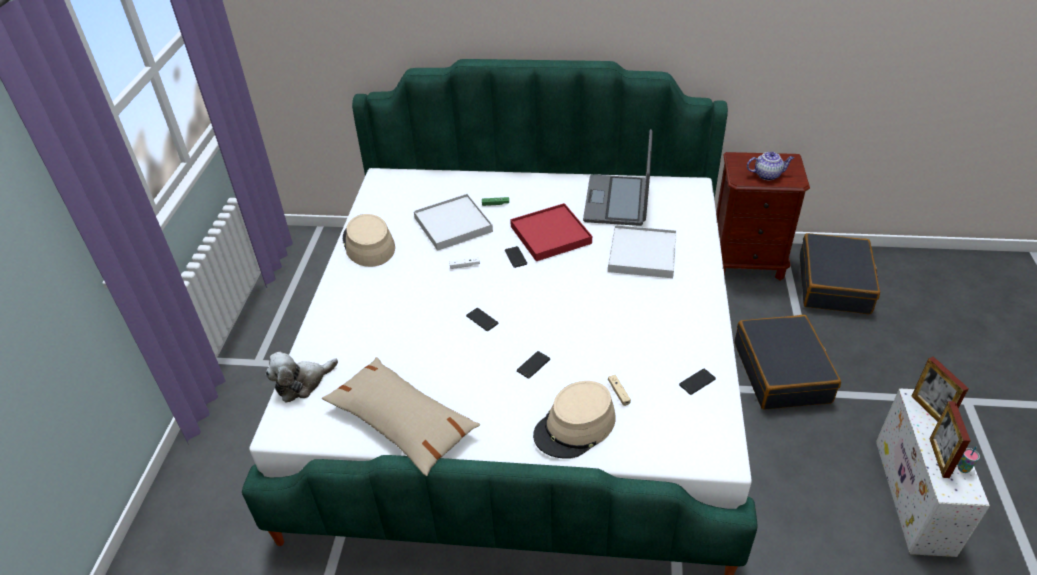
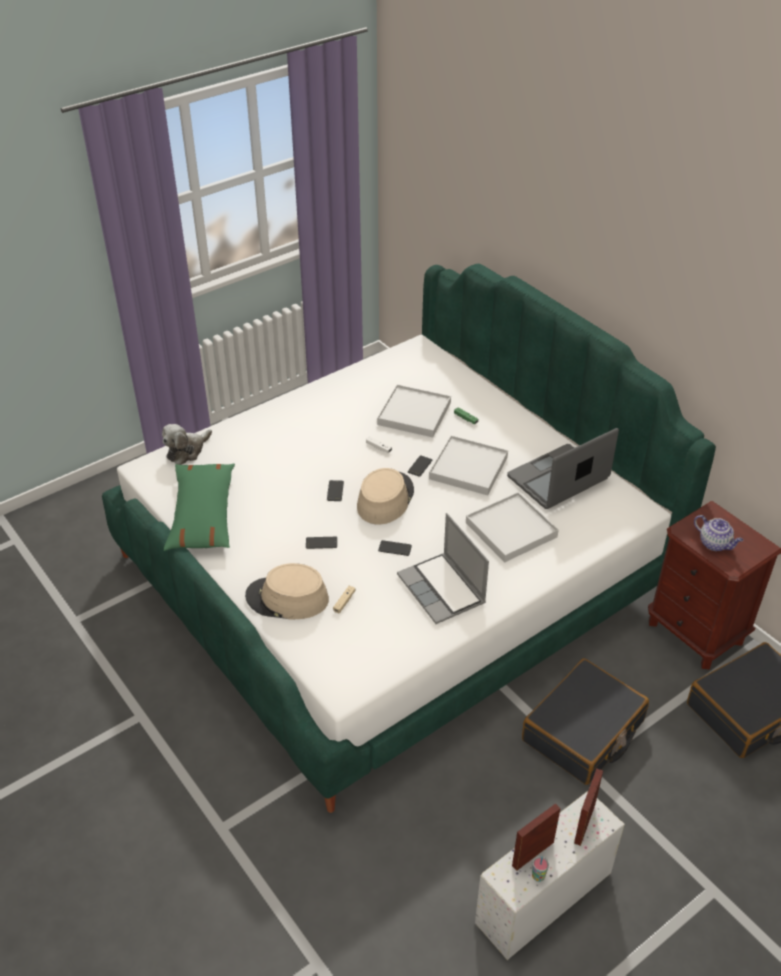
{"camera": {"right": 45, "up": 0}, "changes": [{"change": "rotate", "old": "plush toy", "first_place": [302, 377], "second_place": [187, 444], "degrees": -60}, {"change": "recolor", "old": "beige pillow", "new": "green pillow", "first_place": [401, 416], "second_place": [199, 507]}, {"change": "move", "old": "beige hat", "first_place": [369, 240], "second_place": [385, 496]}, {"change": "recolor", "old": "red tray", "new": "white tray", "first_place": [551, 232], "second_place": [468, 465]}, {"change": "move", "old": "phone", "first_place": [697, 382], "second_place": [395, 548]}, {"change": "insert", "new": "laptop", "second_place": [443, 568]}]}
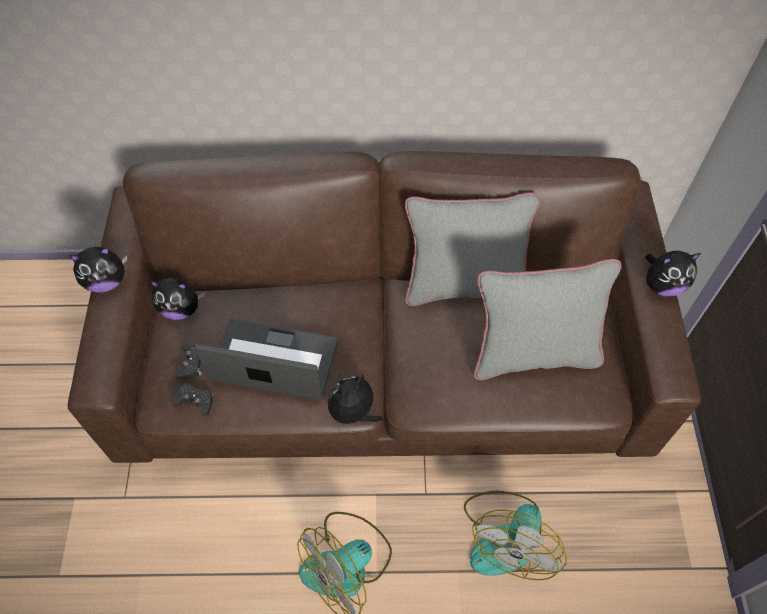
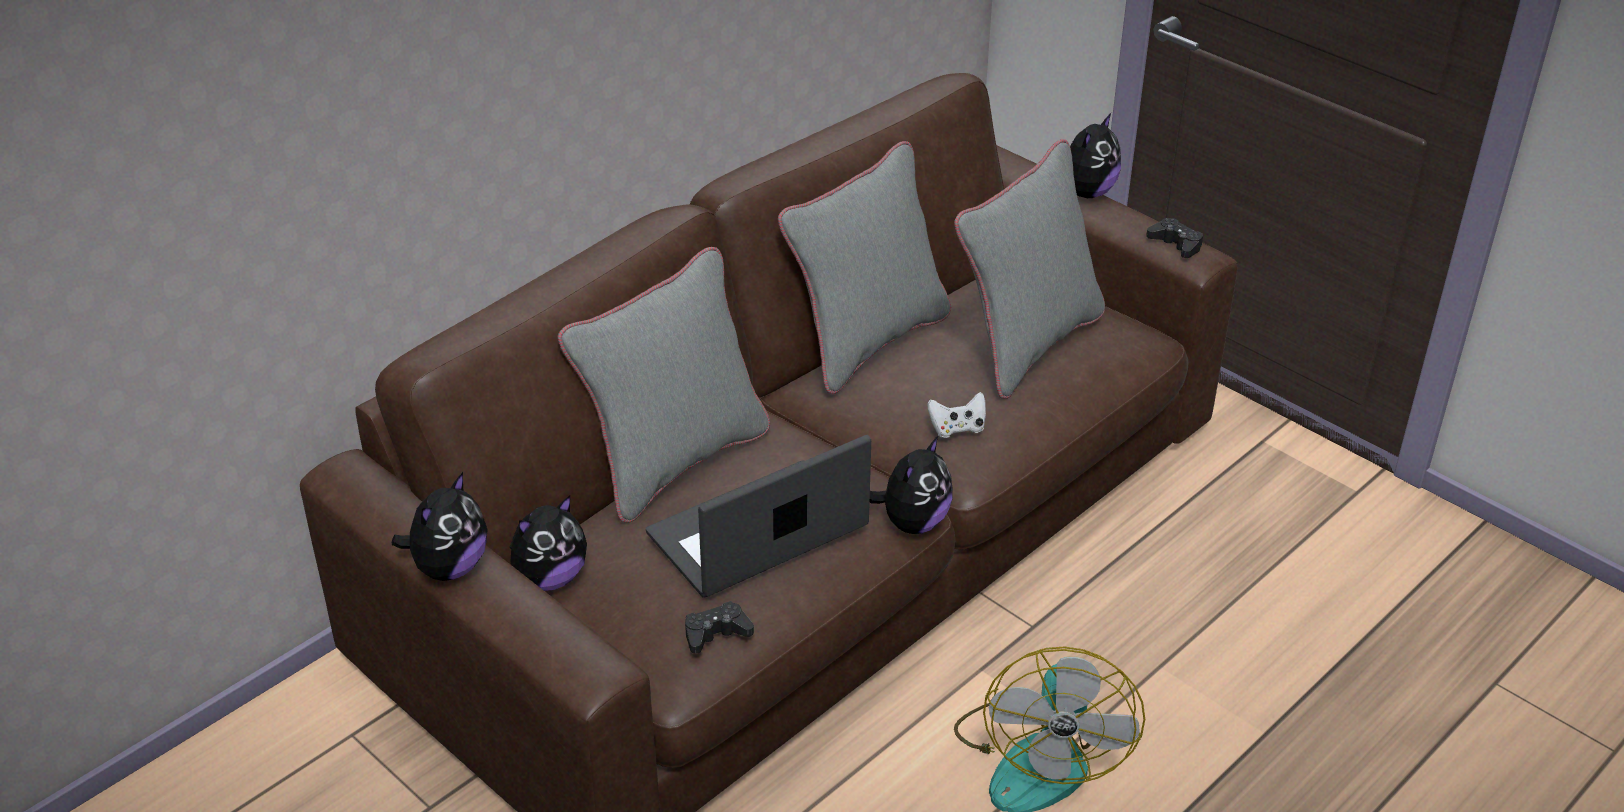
{"camera": {"right": -45, "up": -20}, "changes": [{"change": "move", "old": "black game controller", "first_place": [188, 360], "second_place": [1174, 238]}, {"change": "rotate", "old": "plush toy", "first_place": [355, 401], "second_place": [911, 485], "degrees": -150}, {"change": "delete", "old": "fan", "first_place": [515, 535]}, {"change": "insert", "new": "grey pillow", "second_place": [663, 385]}, {"change": "insert", "new": "white game controller", "second_place": [956, 415]}]}
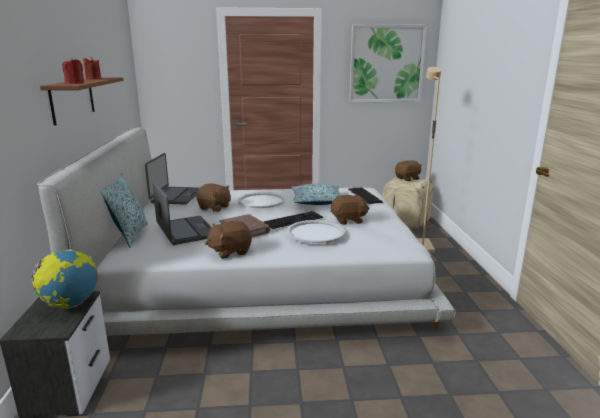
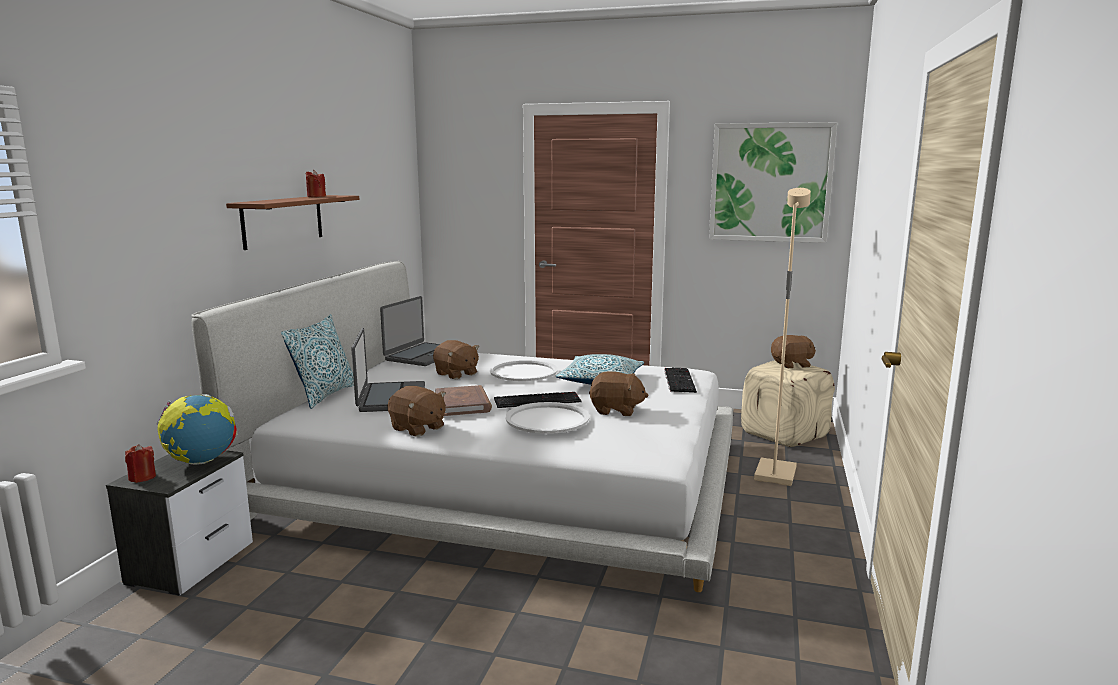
{"camera": {"right": 20, "up": -5}, "changes": [{"change": "move", "old": "red candle", "first_place": [73, 71], "second_place": [140, 463]}, {"change": "rotate", "old": "brown plush toy", "first_place": [228, 240], "second_place": [416, 411], "degrees": -135}]}
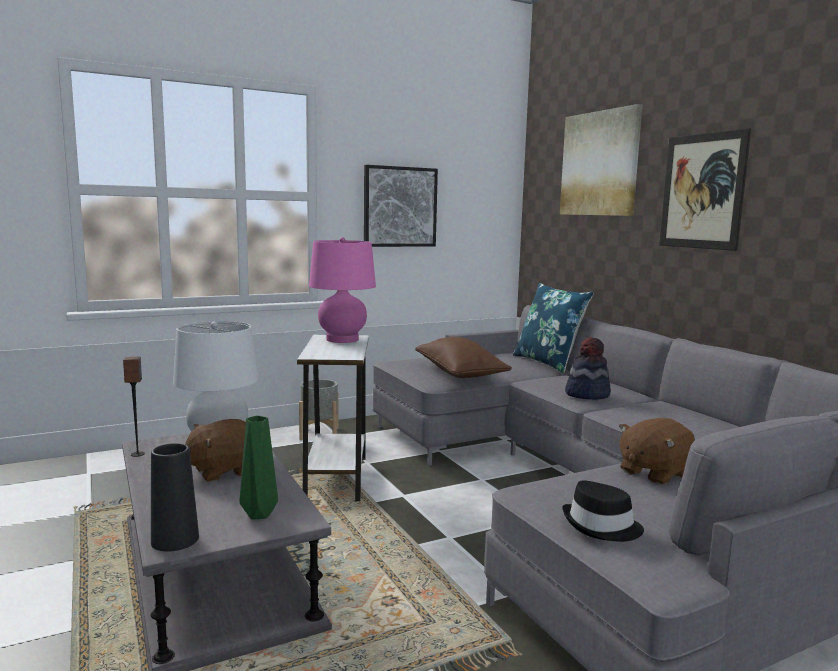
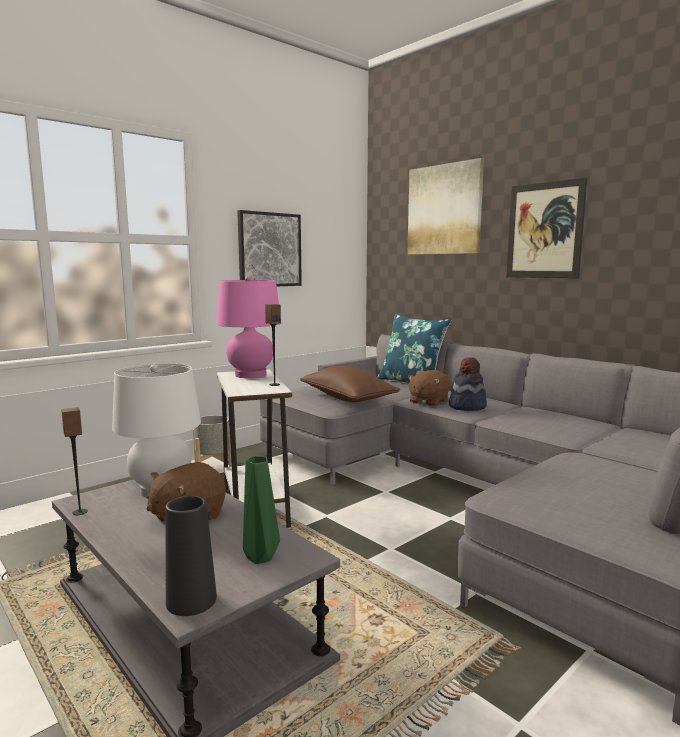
{"camera": {"right": -15, "up": 0}, "changes": [{"change": "delete", "old": "black hat", "first_place": [603, 511]}, {"change": "move", "old": "brown plush toy", "first_place": [657, 451], "second_place": [428, 388]}, {"change": "insert", "new": "speaker", "second_place": [273, 345]}]}
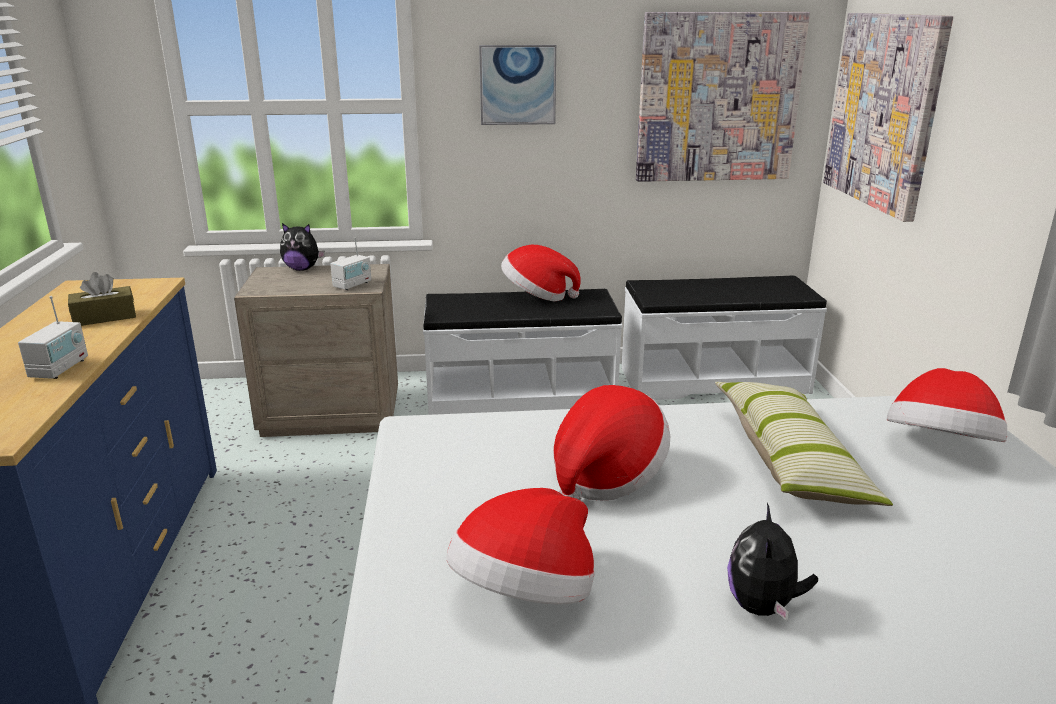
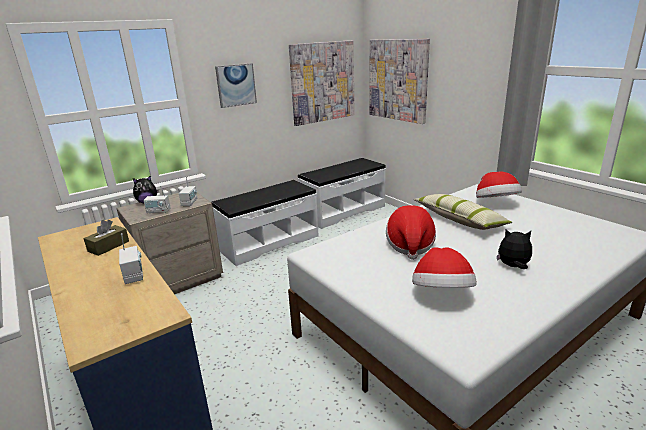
{"camera": {"right": -30, "up": 0}, "changes": [{"change": "delete", "old": "hat", "first_place": [541, 273]}, {"change": "rotate", "old": "plush toy", "first_place": [772, 562], "second_place": [514, 249], "degrees": 120}, {"change": "insert", "new": "radio", "second_place": [157, 200]}]}
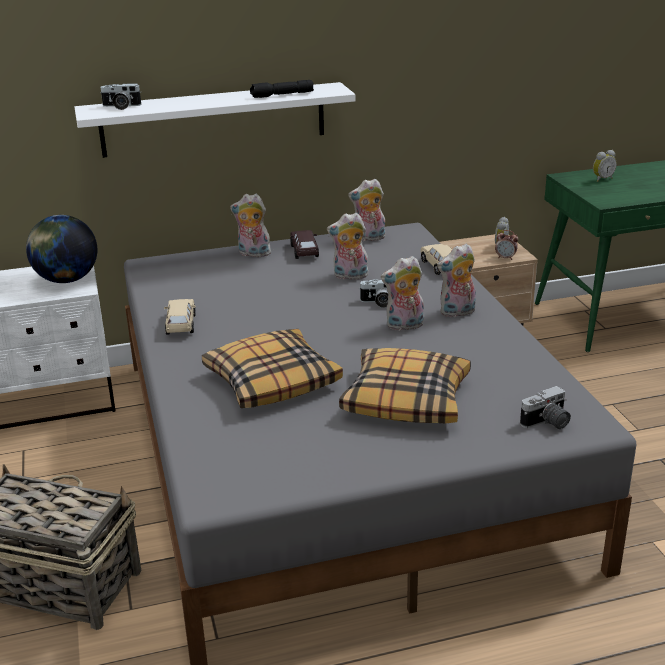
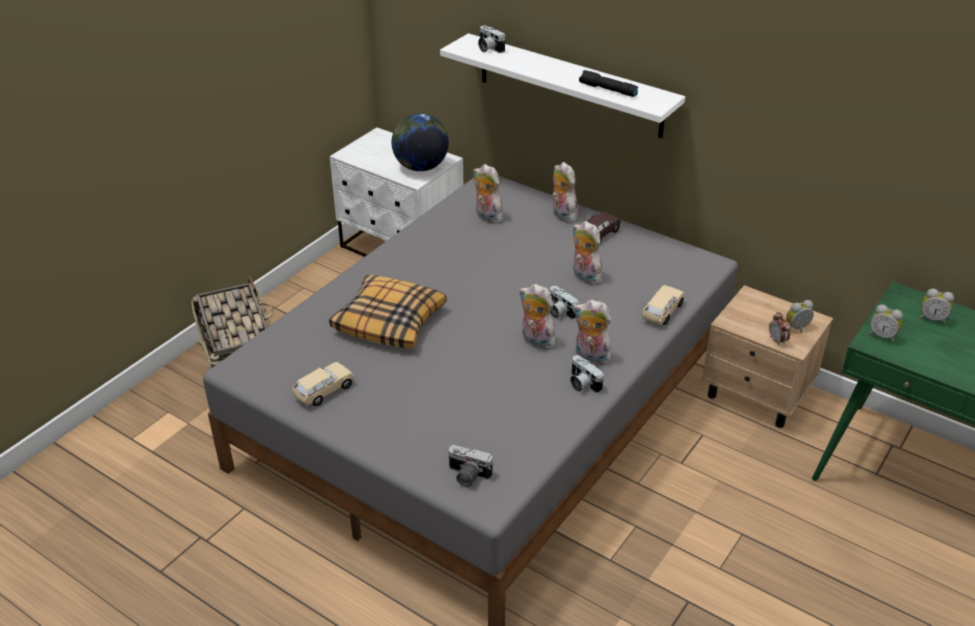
{"camera": {"right": 50, "up": 10}, "changes": [{"change": "move", "old": "beige toy car", "first_place": [180, 317], "second_place": [323, 384]}, {"change": "delete", "old": "pillow", "first_place": [405, 385]}, {"change": "move", "old": "plush toy", "first_place": [367, 210], "second_place": [488, 194]}, {"change": "insert", "new": "photo camera", "second_place": [587, 374]}, {"change": "insert", "new": "alarm clock", "second_place": [886, 324]}]}
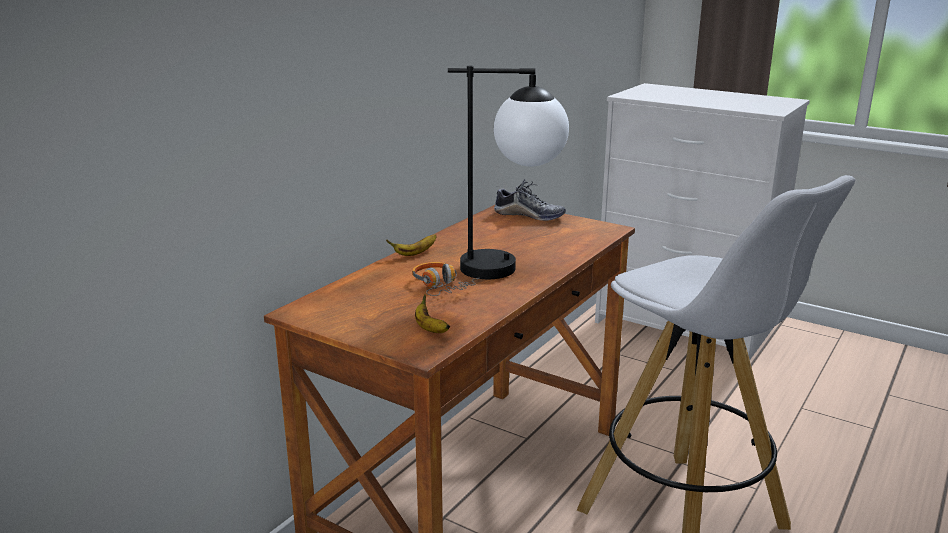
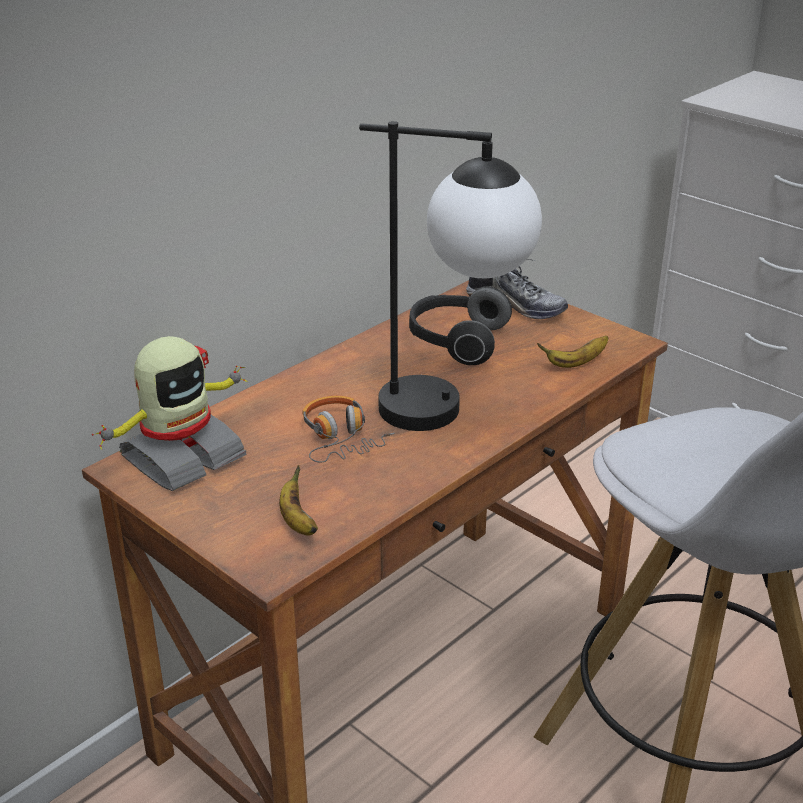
{"camera": {"right": 10, "up": 10}, "changes": [{"change": "move", "old": "banana", "first_place": [411, 245], "second_place": [572, 352]}, {"change": "insert", "new": "toy robot", "second_place": [170, 413]}, {"change": "insert", "new": "headphones", "second_place": [460, 325]}]}
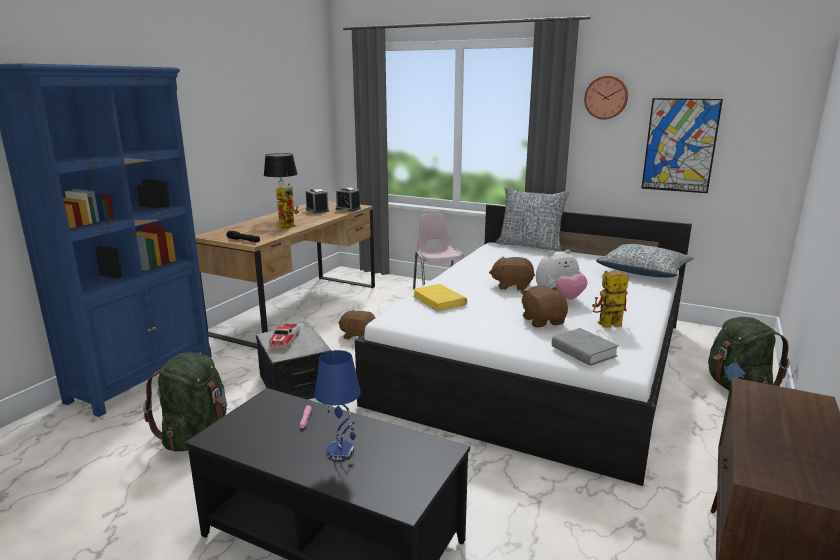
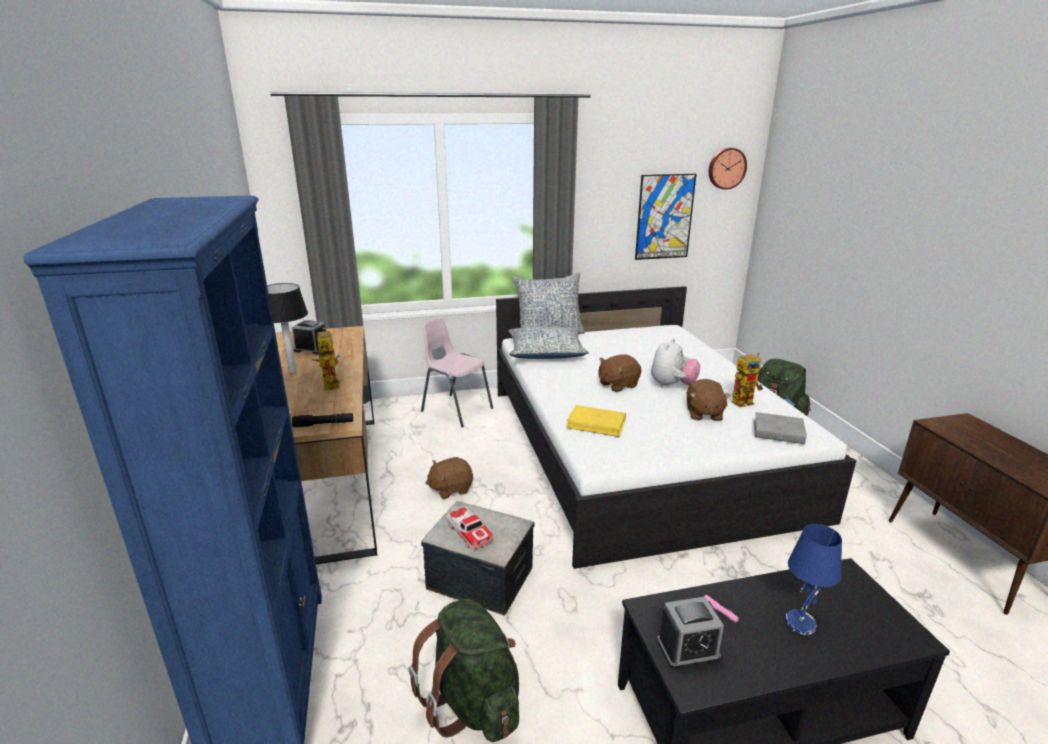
{"camera": {"right": -40, "up": 5}, "changes": [{"change": "move", "old": "alarm clock", "first_place": [348, 199], "second_place": [690, 633]}, {"change": "rotate", "old": "brown plush toy", "first_place": [544, 306], "second_place": [709, 400], "degrees": -120}, {"change": "move", "old": "wall clock", "first_place": [606, 98], "second_place": [728, 169]}, {"change": "rotate", "old": "toy robot", "first_place": [610, 299], "second_place": [747, 380], "degrees": -150}, {"change": "move", "old": "pillow", "first_place": [645, 260], "second_place": [548, 343]}]}
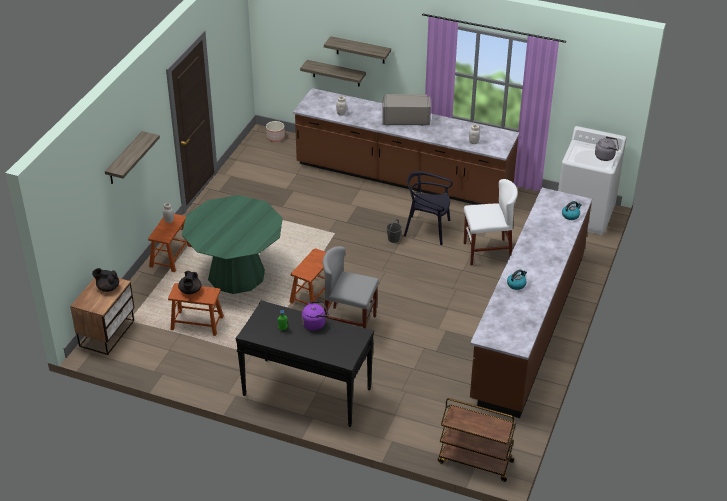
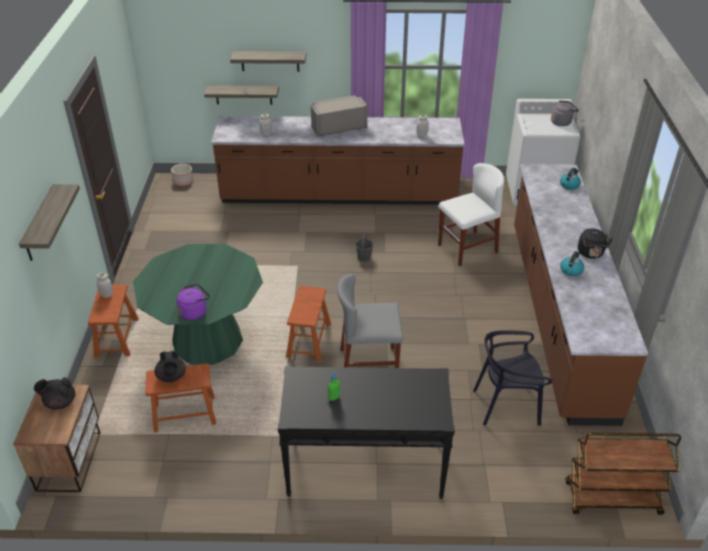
{"camera": {"right": -20, "up": 0}, "changes": [{"change": "move", "old": "purple kettle", "first_place": [315, 316], "second_place": [193, 302]}, {"change": "move", "old": "black chair", "first_place": [428, 208], "second_place": [512, 378]}, {"change": "insert", "new": "black kettle", "second_place": [595, 243]}]}
